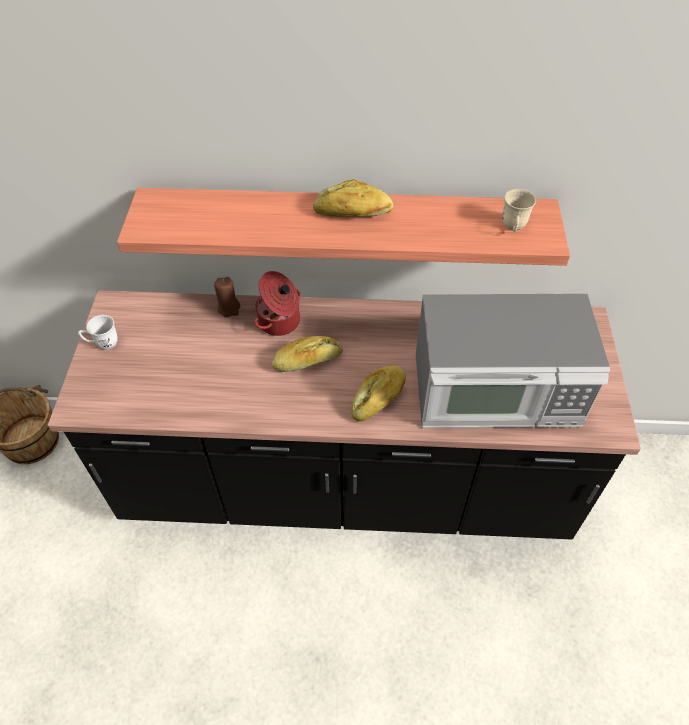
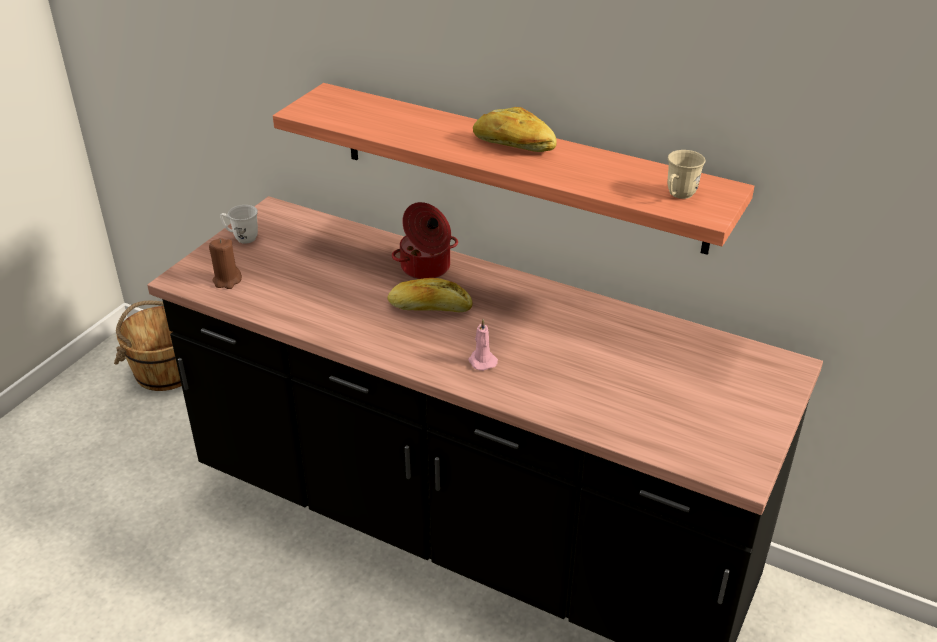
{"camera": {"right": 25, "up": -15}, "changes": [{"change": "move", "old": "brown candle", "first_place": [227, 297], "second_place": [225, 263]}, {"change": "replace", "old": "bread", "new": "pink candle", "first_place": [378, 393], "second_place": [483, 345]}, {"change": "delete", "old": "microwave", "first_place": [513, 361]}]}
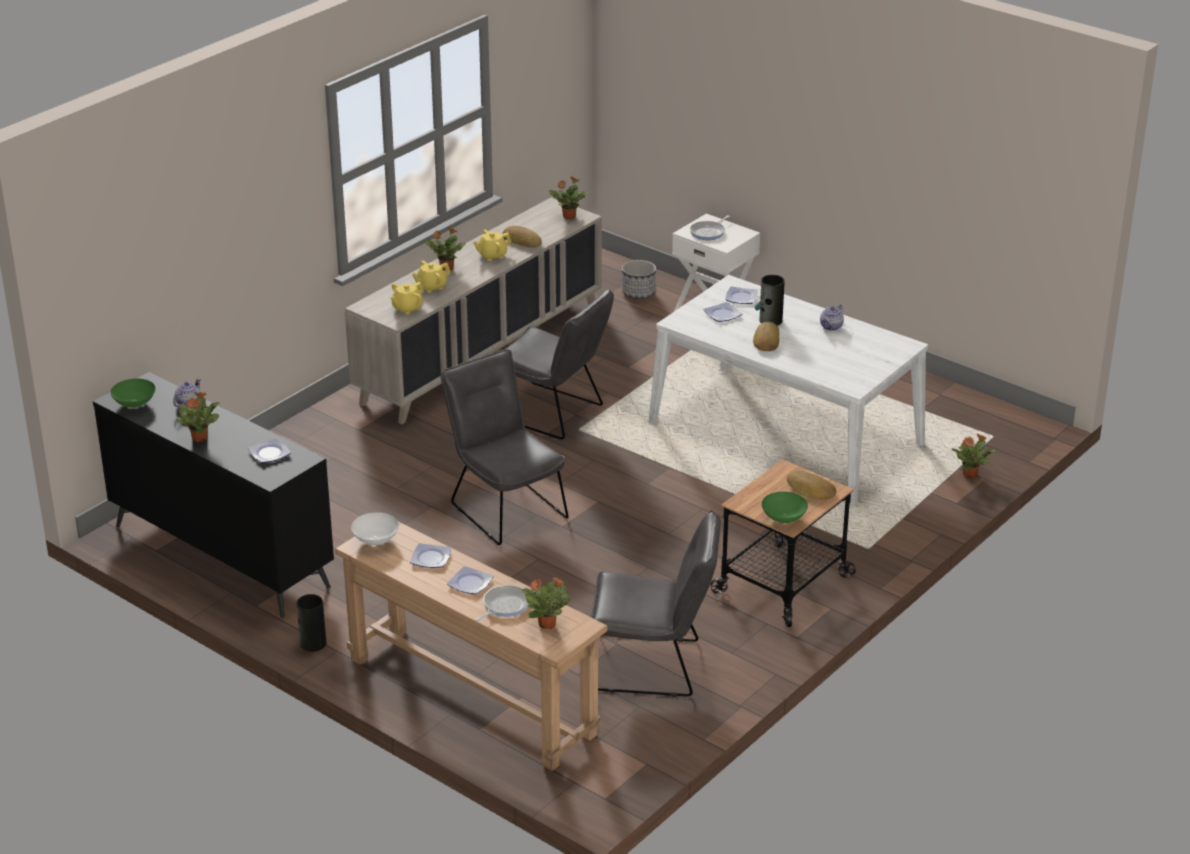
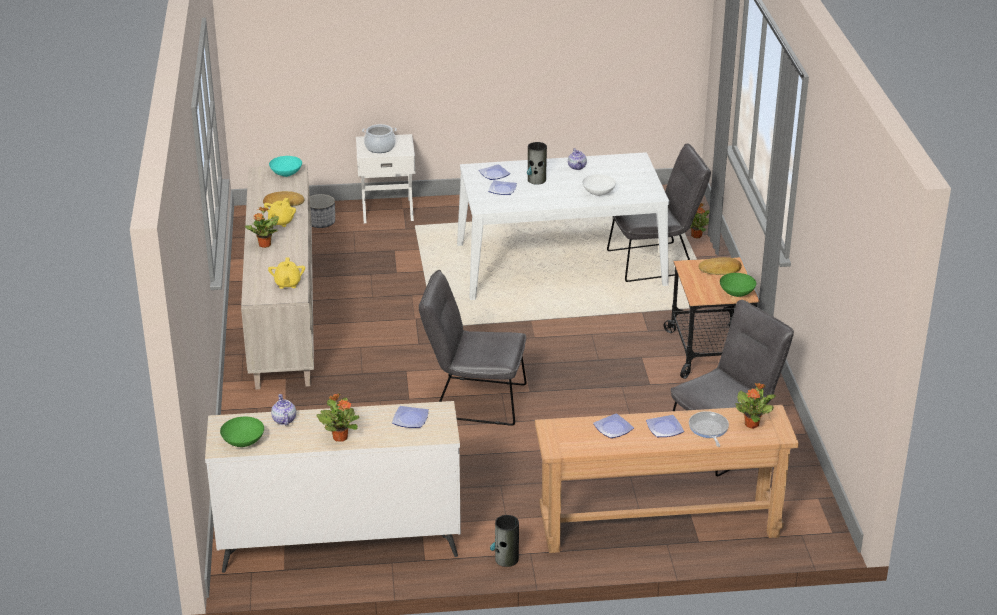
{"camera": {"right": -45, "up": 0}, "changes": [{"change": "recolor", "old": "black dresser", "new": "beige dresser", "first_place": [213, 495], "second_place": [333, 487]}, {"change": "move", "old": "white bowl", "first_place": [375, 528], "second_place": [599, 185]}, {"change": "delete", "old": "yellow teapot", "first_place": [431, 277]}, {"change": "move", "old": "grey chair", "first_place": [559, 363], "second_place": [659, 212]}, {"change": "replace", "old": "potted plant", "new": "turquoise bowl", "first_place": [569, 198], "second_place": [285, 166]}, {"change": "replace", "old": "frying pan", "new": "cooking pot", "first_place": [710, 227], "second_place": [379, 138]}, {"change": "delete", "old": "bread", "first_place": [766, 336]}]}
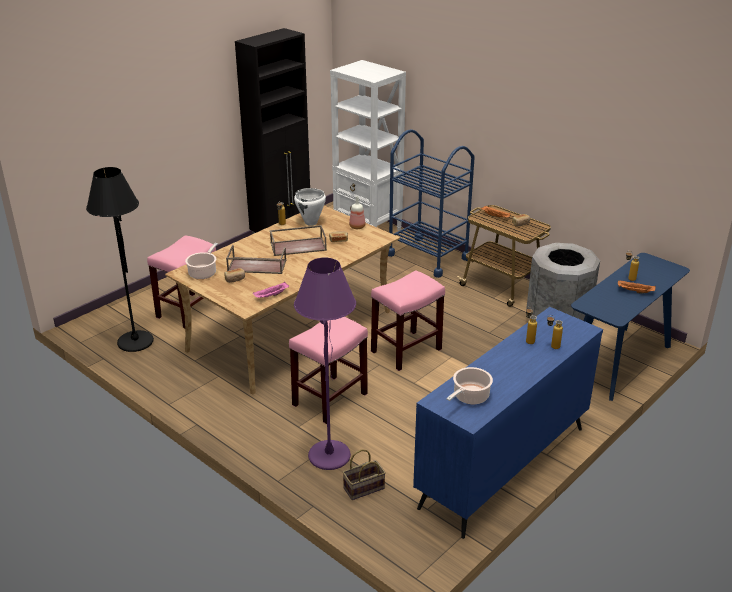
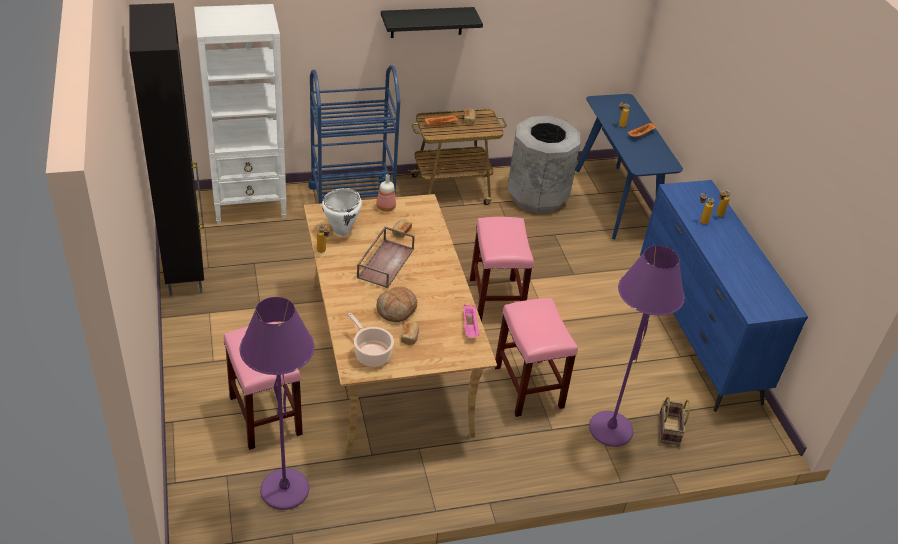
{"camera": {"right": -60, "up": 10}, "changes": [{"change": "recolor", "old": "black floor lamp", "new": "purple floor lamp", "first_place": [120, 259], "second_place": [277, 403]}, {"change": "replace", "old": "brown tray", "new": "bread", "first_place": [256, 259], "second_place": [397, 304]}, {"change": "delete", "old": "cooking pot", "first_place": [470, 385]}, {"change": "insert", "new": "black shelf", "second_place": [432, 22]}]}
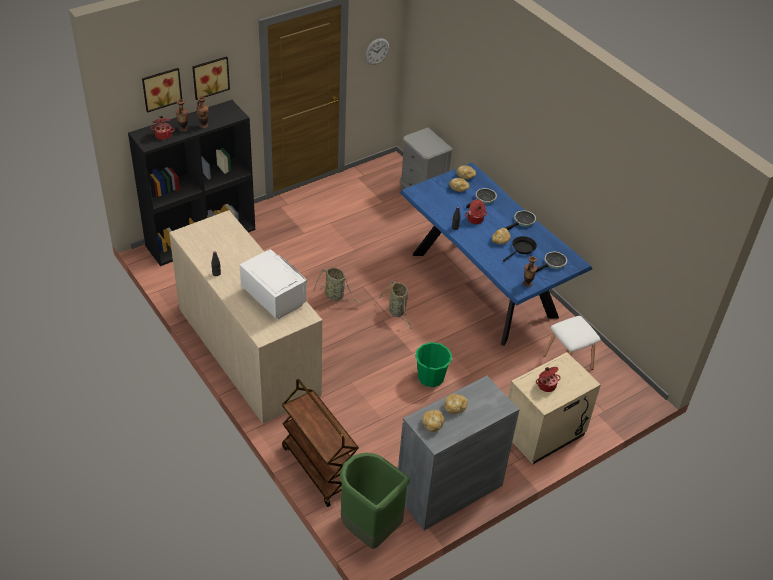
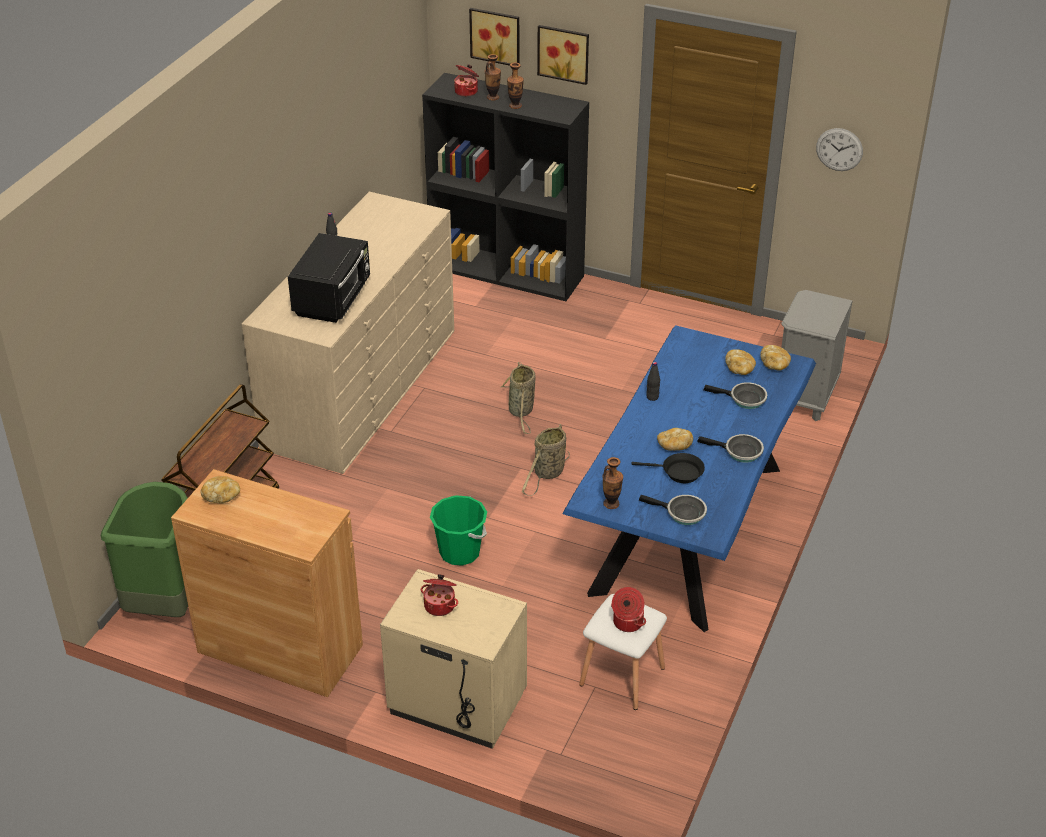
{"camera": {"right": 60, "up": -5}, "changes": [{"change": "recolor", "old": "white microwave", "new": "black microwave", "first_place": [273, 284], "second_place": [329, 278]}, {"change": "recolor", "old": "grey cabinet", "new": "brown cabinet", "first_place": [458, 453], "second_place": [267, 583]}, {"change": "delete", "old": "bread", "first_place": [456, 404]}, {"change": "move", "old": "cooking pot", "first_place": [476, 211], "second_place": [628, 609]}]}
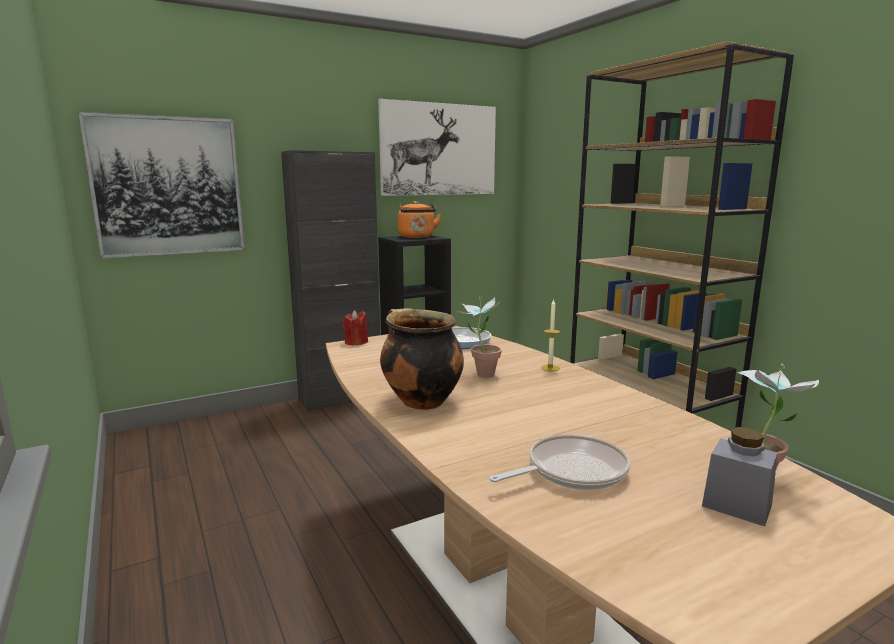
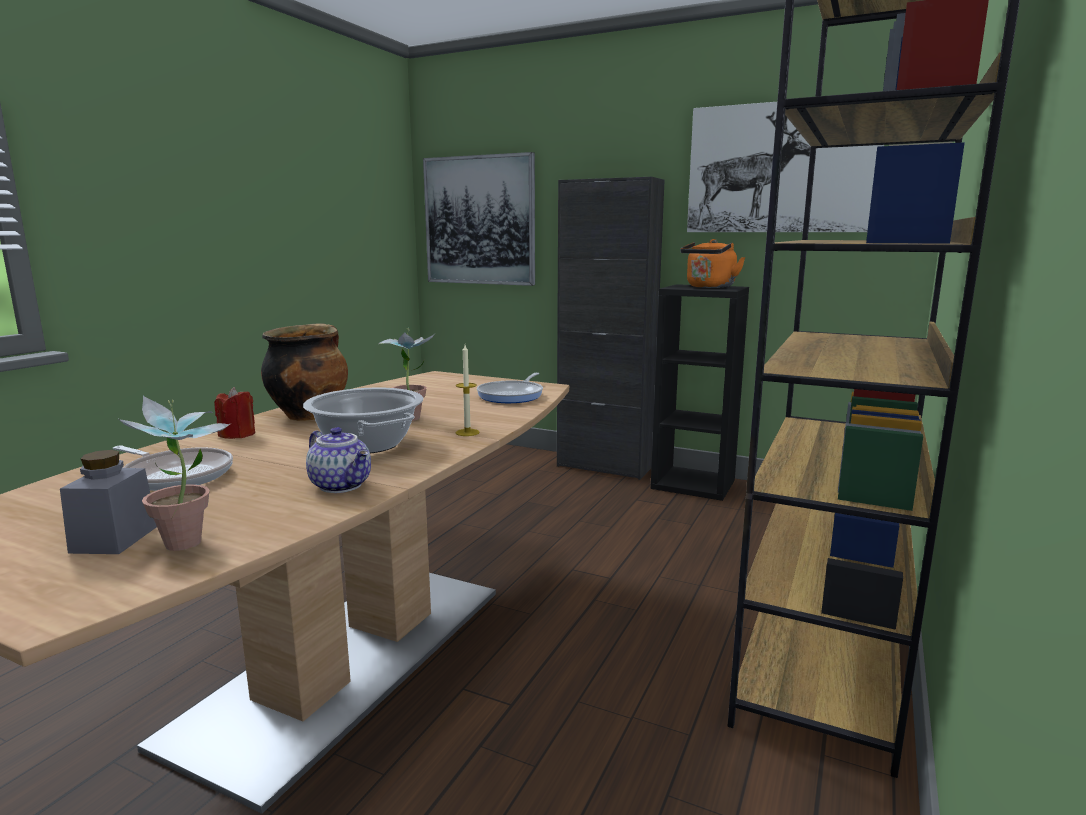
{"camera": {"right": 55, "up": 0}, "changes": [{"change": "move", "old": "red candle", "first_place": [355, 328], "second_place": [234, 413]}, {"change": "insert", "new": "cooking pot", "second_place": [363, 421]}, {"change": "insert", "new": "teapot", "second_place": [338, 460]}]}
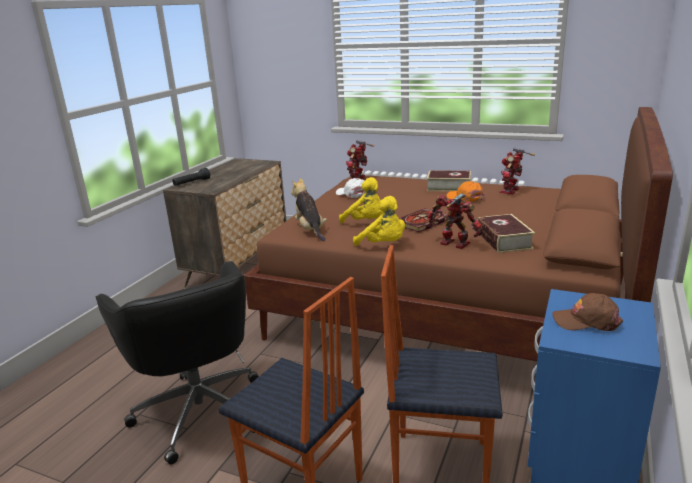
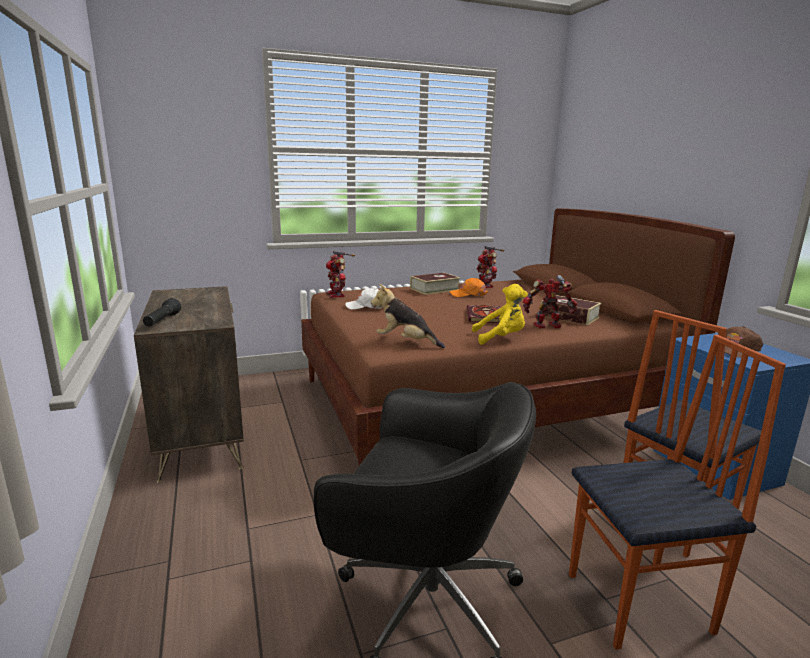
{"camera": {"right": -45, "up": -5}, "changes": [{"change": "delete", "old": "yellow plush toy", "first_place": [361, 200]}]}
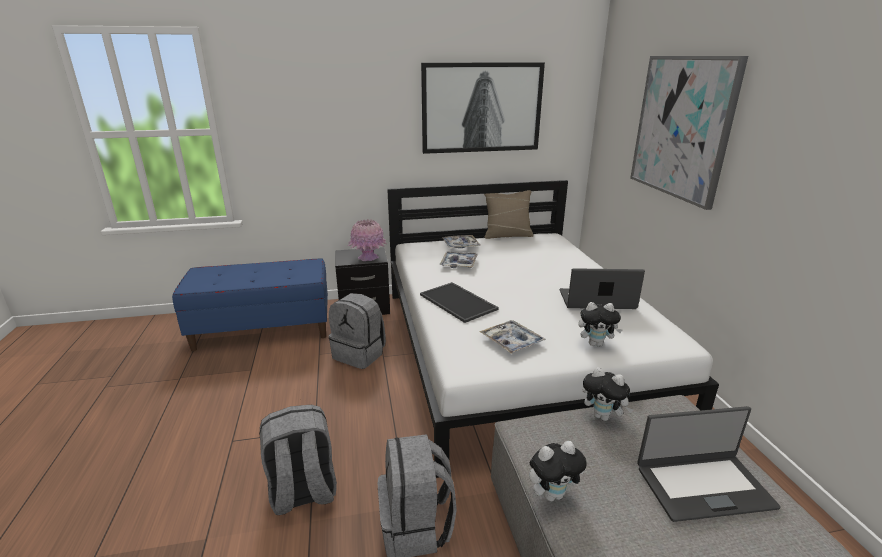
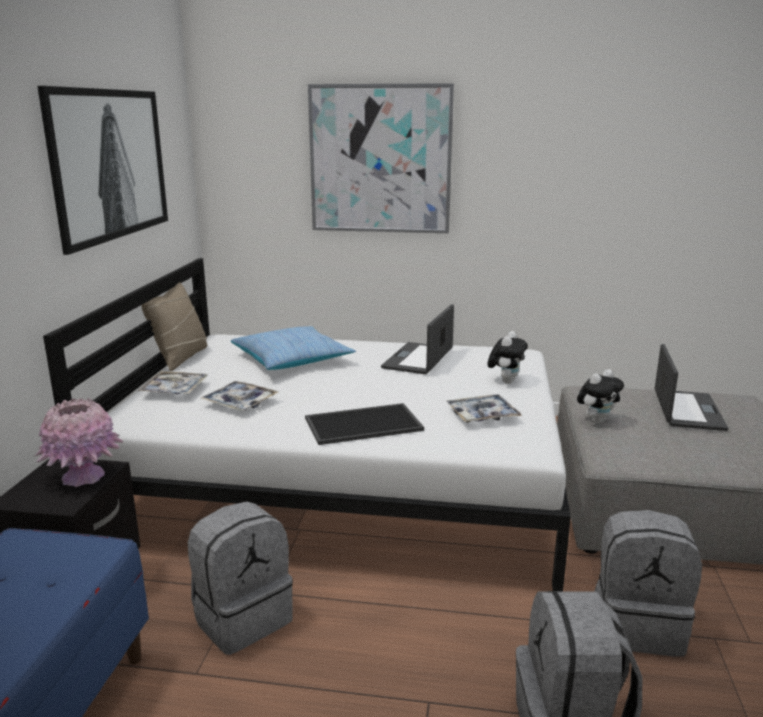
{"camera": {"right": -70, "up": -5}, "changes": [{"change": "delete", "old": "plush toy", "first_place": [558, 471]}, {"change": "insert", "new": "pillow", "second_place": [293, 348]}]}
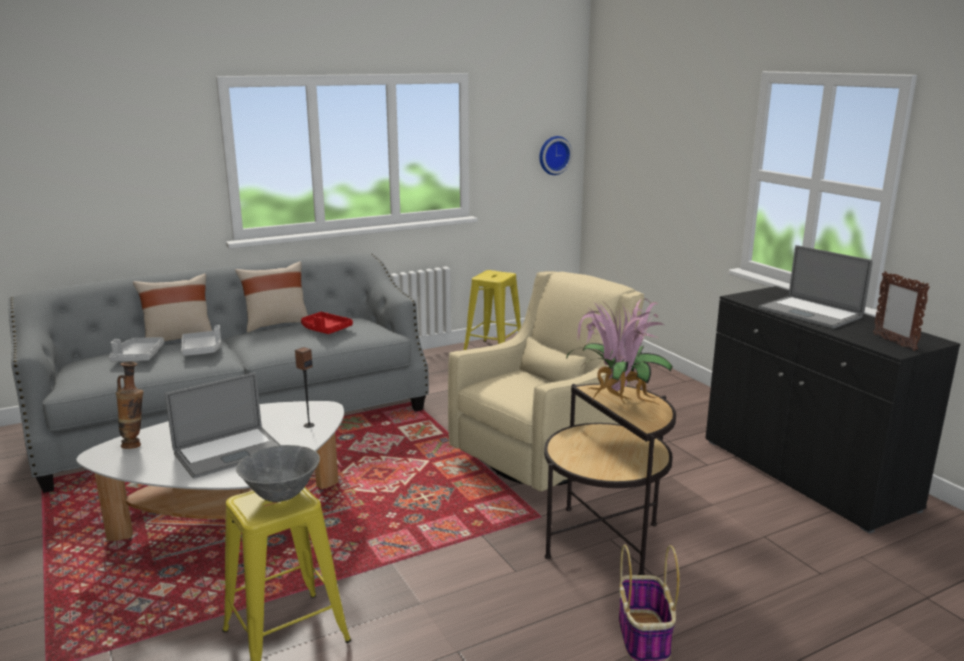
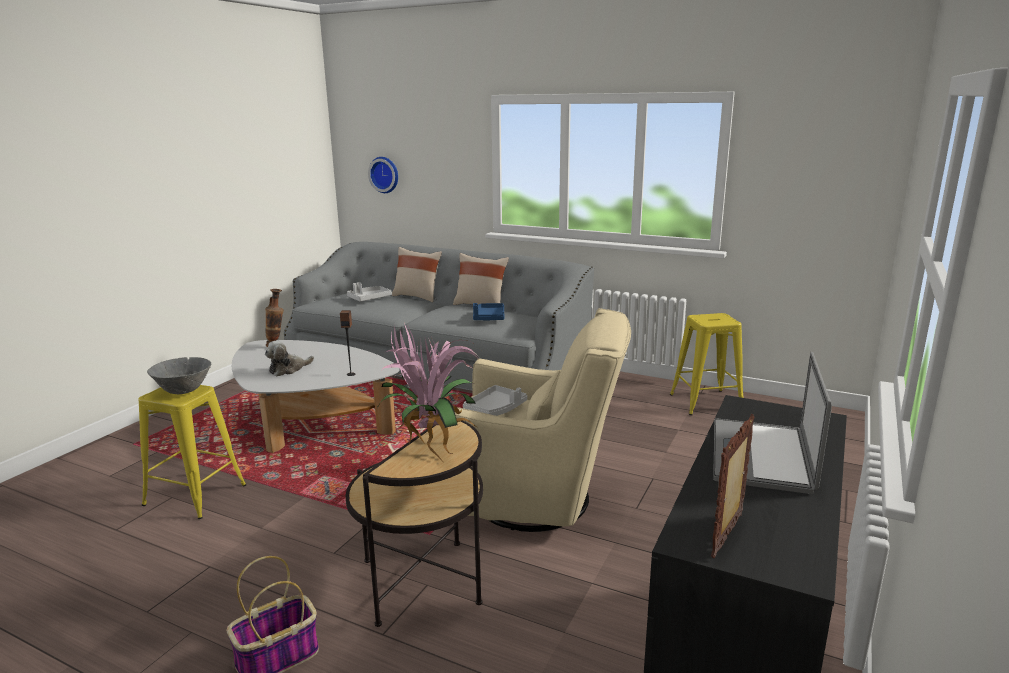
{"camera": {"right": 55, "up": 0}, "changes": [{"change": "replace", "old": "laptop", "new": "plush toy", "first_place": [222, 425], "second_place": [289, 358]}, {"change": "move", "old": "grey tray", "first_place": [201, 340], "second_place": [495, 400]}, {"change": "recolor", "old": "red tray", "new": "blue tray", "first_place": [327, 323], "second_place": [488, 311]}, {"change": "move", "old": "wall clock", "first_place": [555, 155], "second_place": [383, 175]}]}
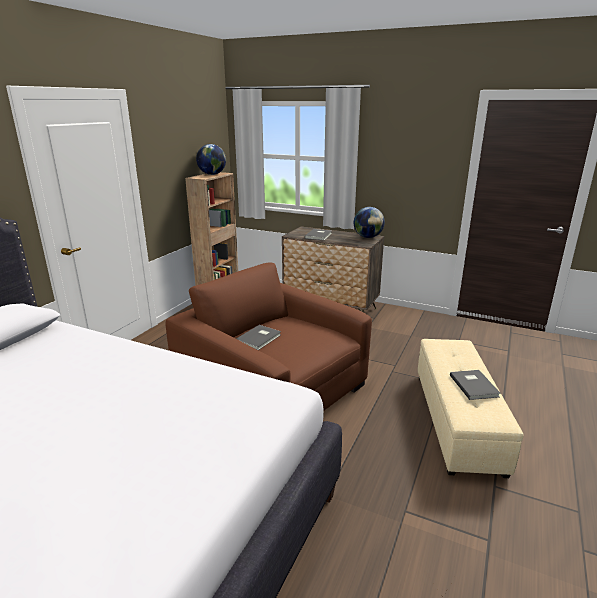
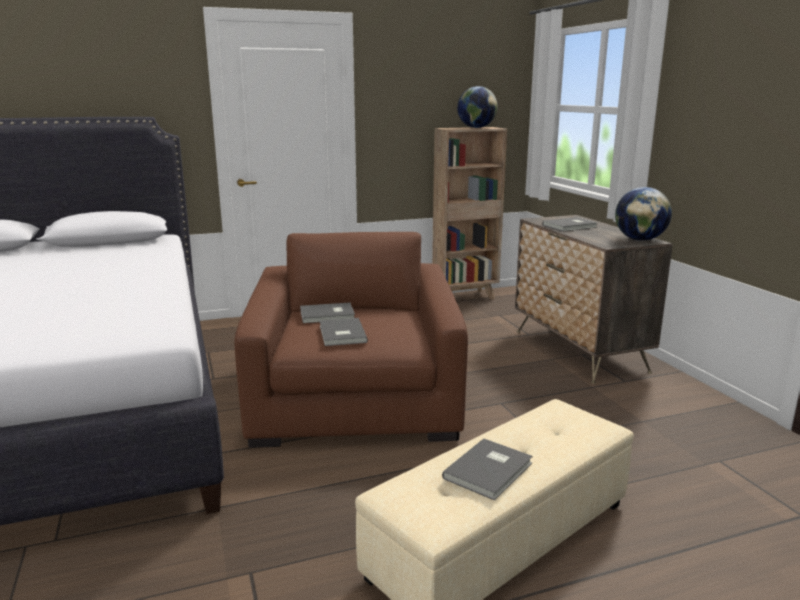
{"camera": {"right": 45, "up": -5}, "changes": [{"change": "insert", "new": "grey book", "second_place": [344, 332]}]}
